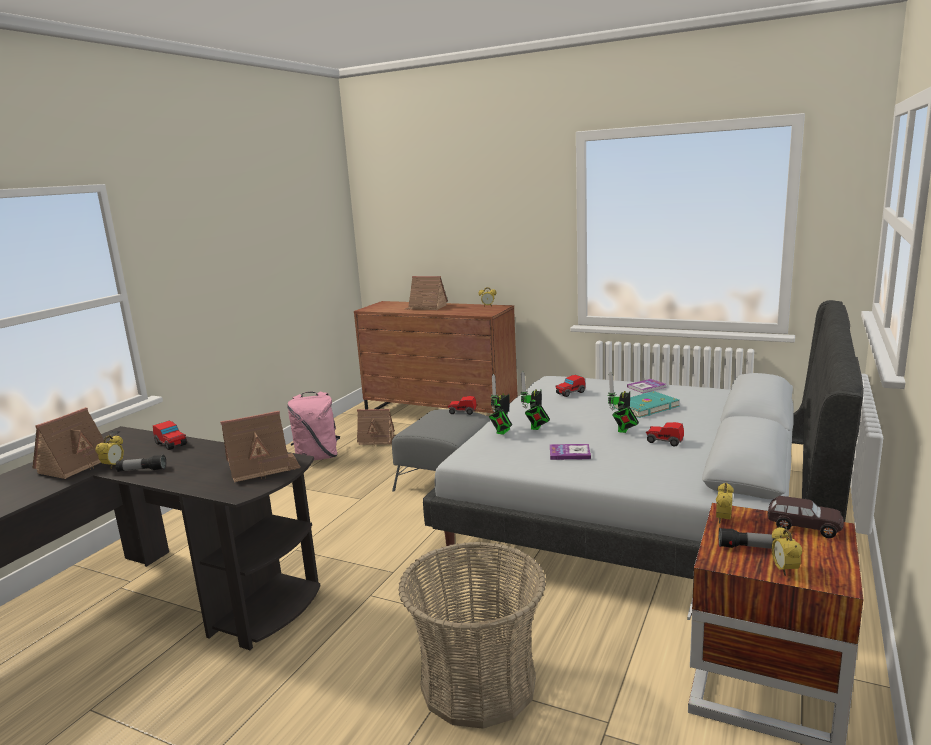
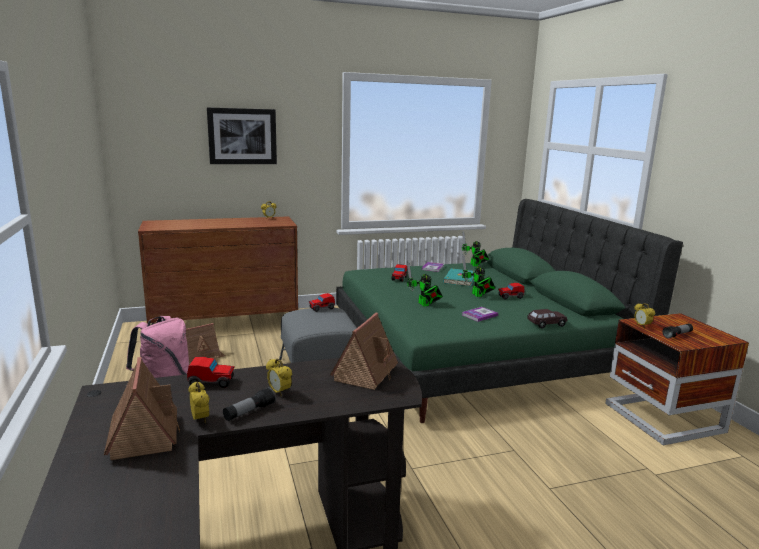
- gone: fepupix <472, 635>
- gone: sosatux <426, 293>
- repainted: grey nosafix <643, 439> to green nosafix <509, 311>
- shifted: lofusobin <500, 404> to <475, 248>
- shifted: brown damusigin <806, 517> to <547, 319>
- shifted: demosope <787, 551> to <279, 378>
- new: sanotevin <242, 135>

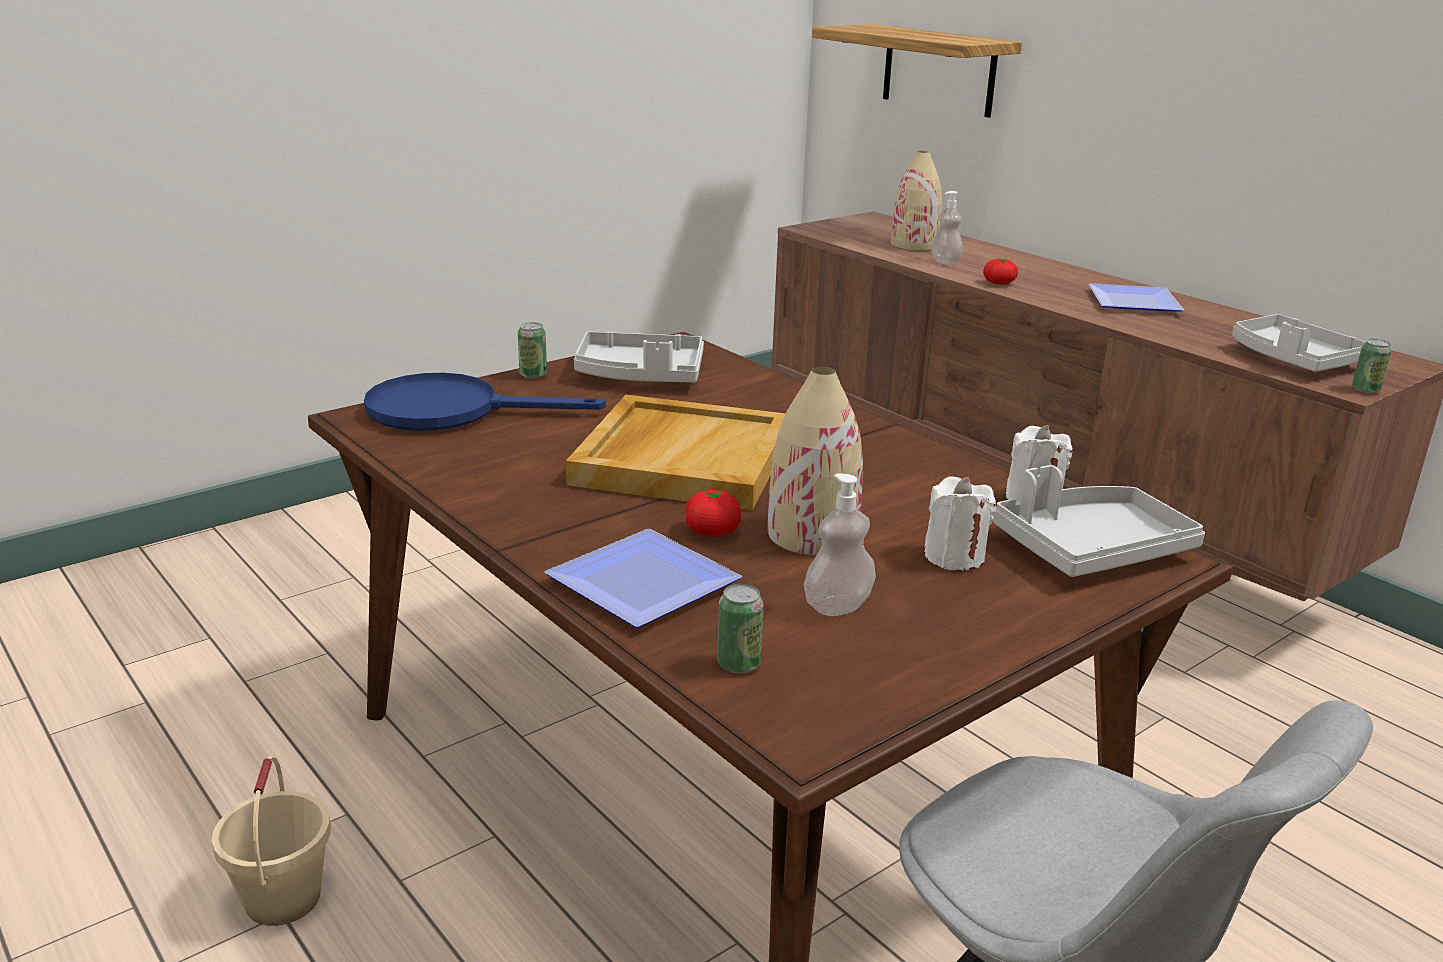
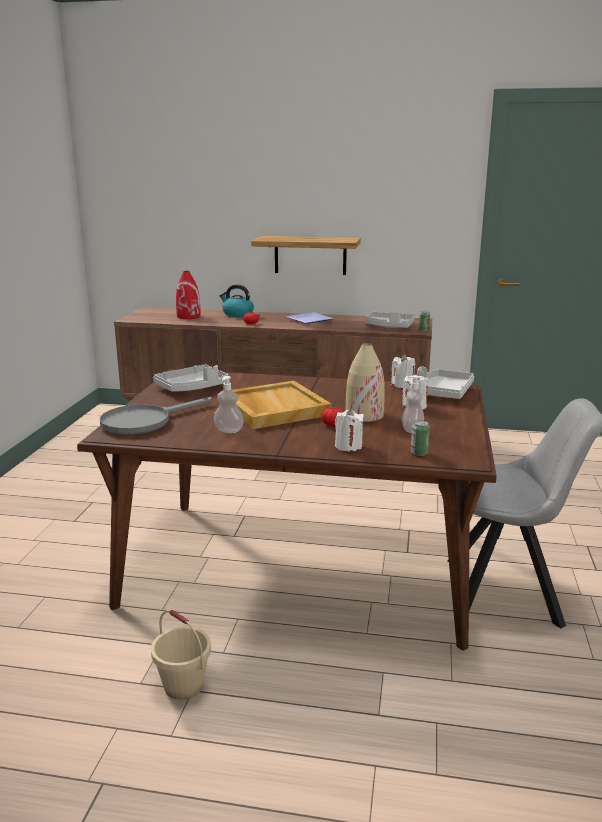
- repainted: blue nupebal <485, 402> to grey nupebal <156, 416>
- gone: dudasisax <532, 350>
- swapped: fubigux <643, 578> to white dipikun <349, 430>
- shifted: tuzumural <917, 71> to <306, 255>
- repainted: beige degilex <916, 201> to red degilex <188, 295>
- shifted: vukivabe <947, 228> to <229, 404>
- new: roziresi <237, 300>

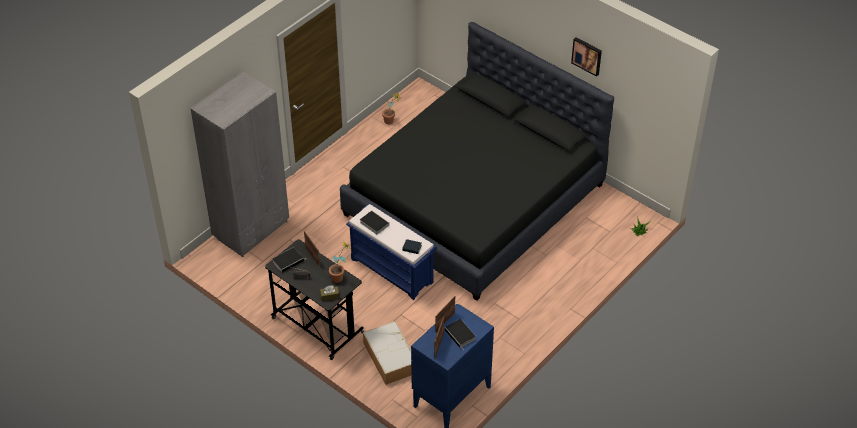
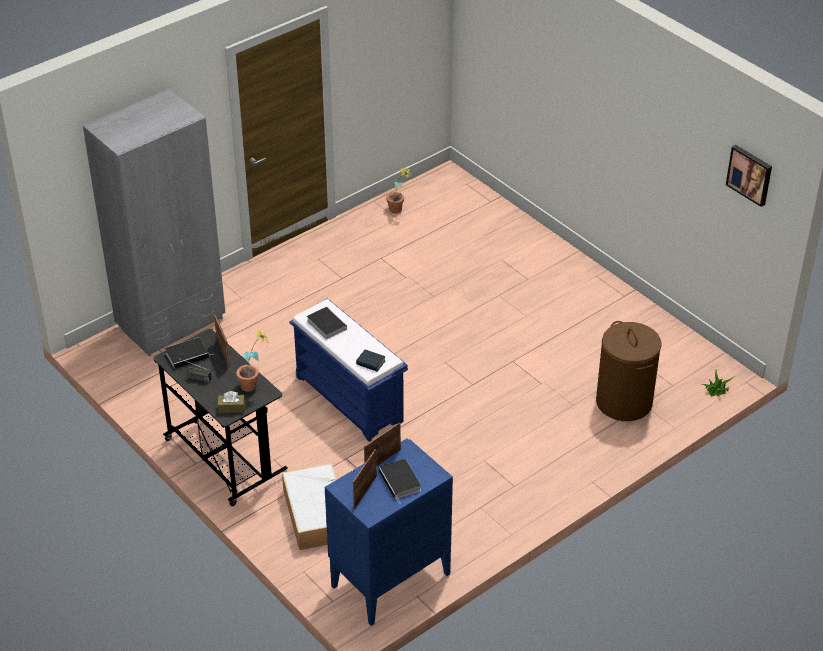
- gone: black nosafix <477, 161>
- shifted: sanotevin <586, 57> to <749, 176>
- new: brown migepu <629, 371>

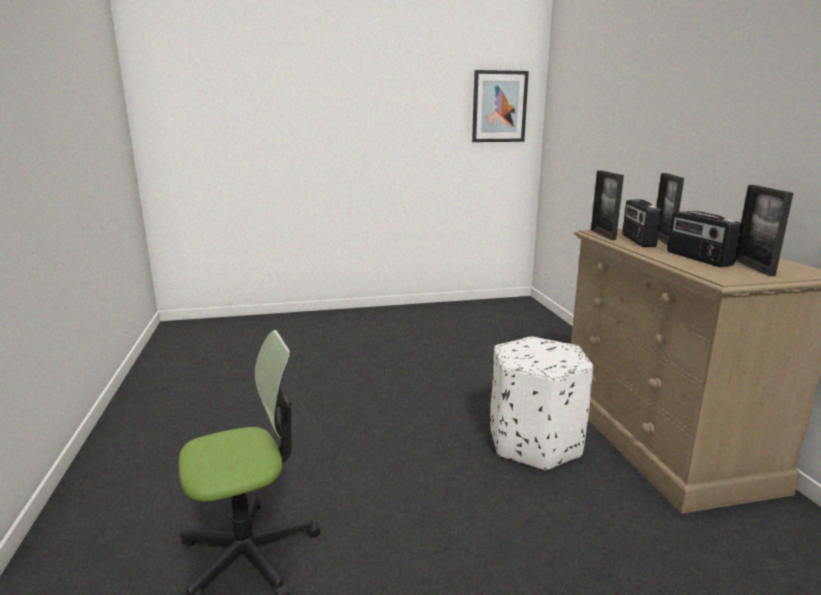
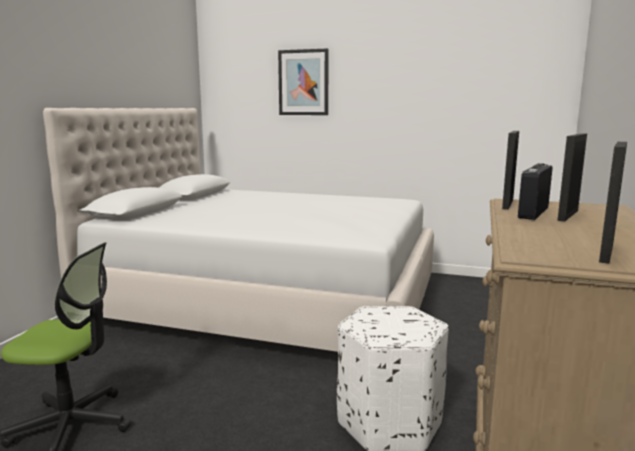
- shifted: sanotevin <500, 106> to <303, 81>
- gone: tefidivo <704, 239>
- new: white nosafix <238, 230>

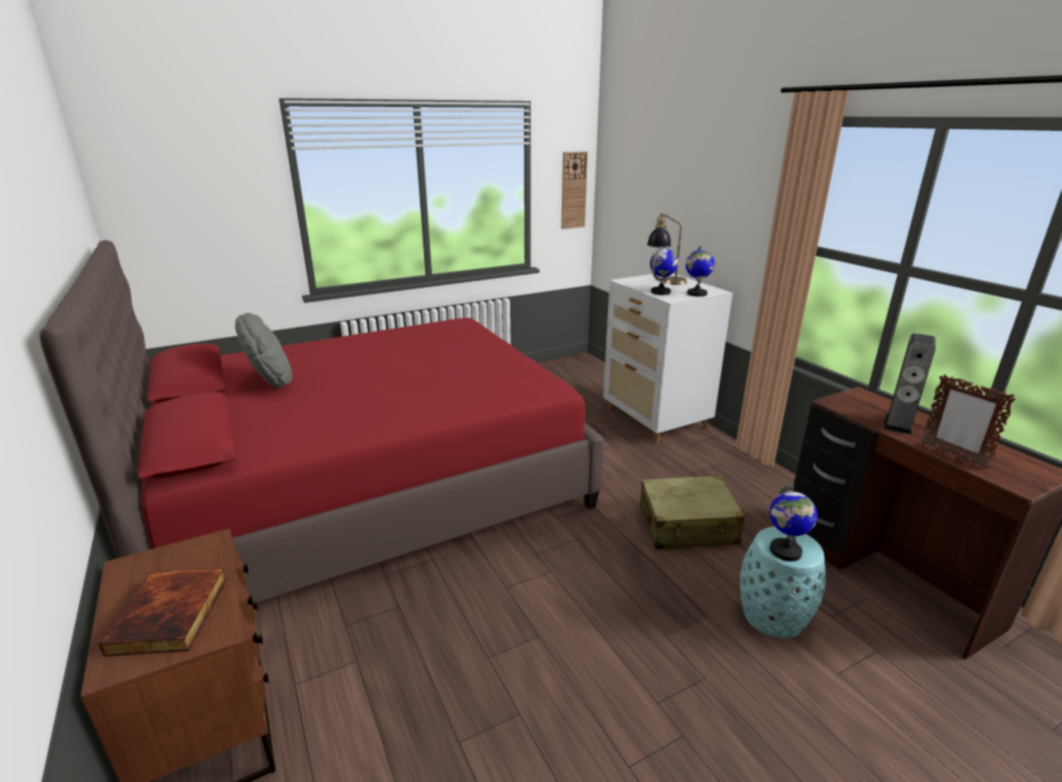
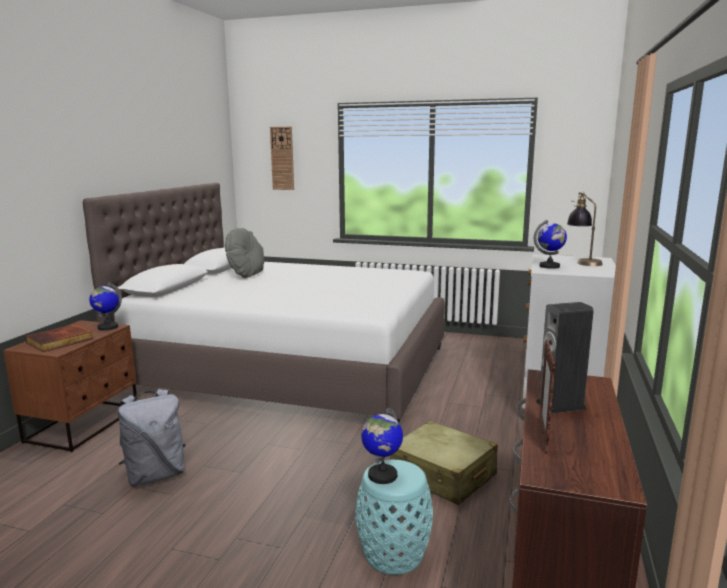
- repainted: red nosafix <321, 422> to white nosafix <264, 303>
- shifted: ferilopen <574, 190> to <282, 158>
- shifted: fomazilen <700, 271> to <105, 306>
- new: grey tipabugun <152, 437>

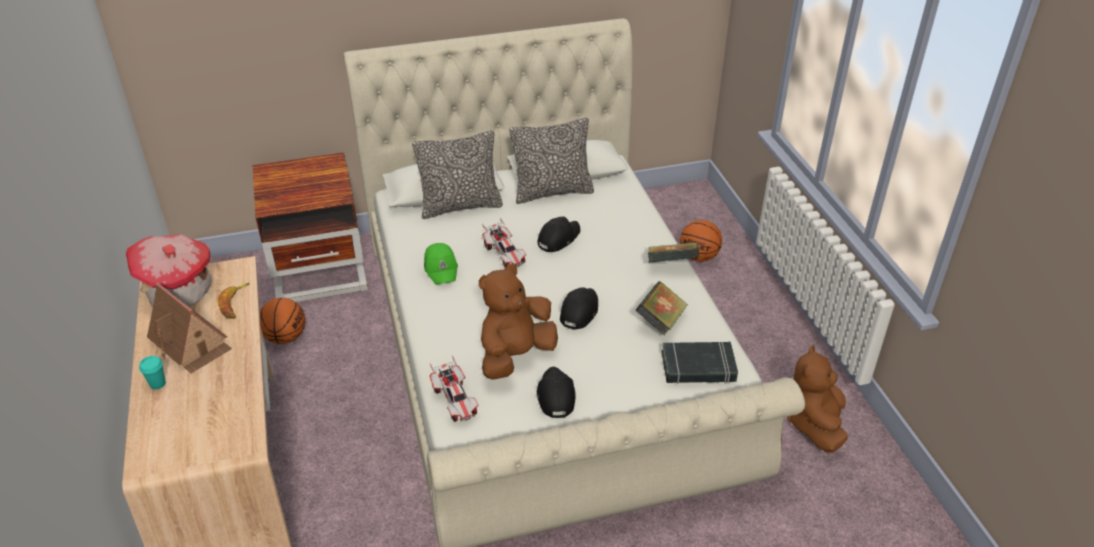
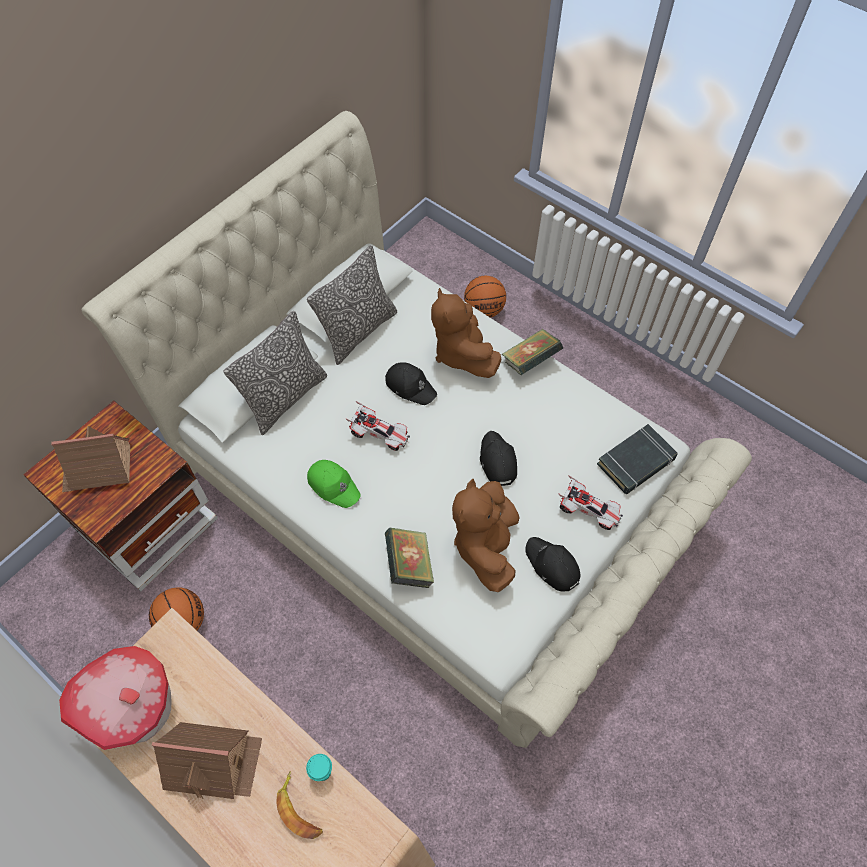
- shifted: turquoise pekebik <152, 372> to <319, 767>
- shifted: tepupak <233, 301> to <299, 805>
- shifted: damusigin <454, 389> to <590, 502>
- rotated: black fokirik <559, 234> = <411, 383> 120 degrees clockwise
- shifted: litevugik <662, 308> to <409, 558>
- shifted: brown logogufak <817, 398> to <466, 333>
- new: sosatux <90, 459>

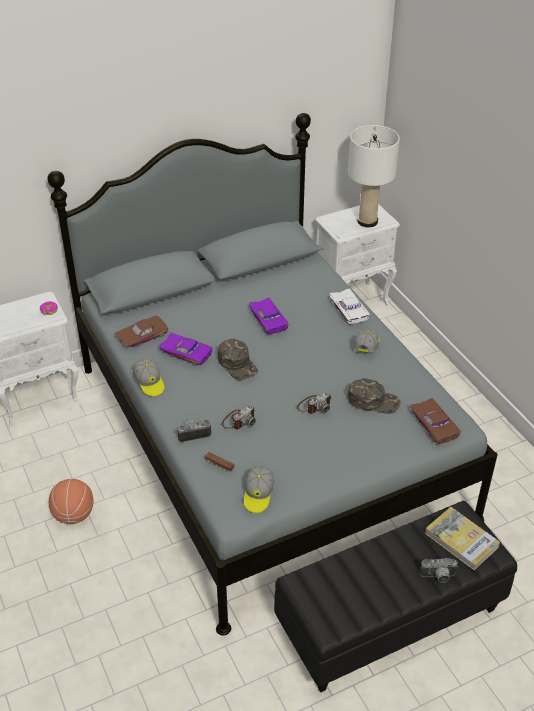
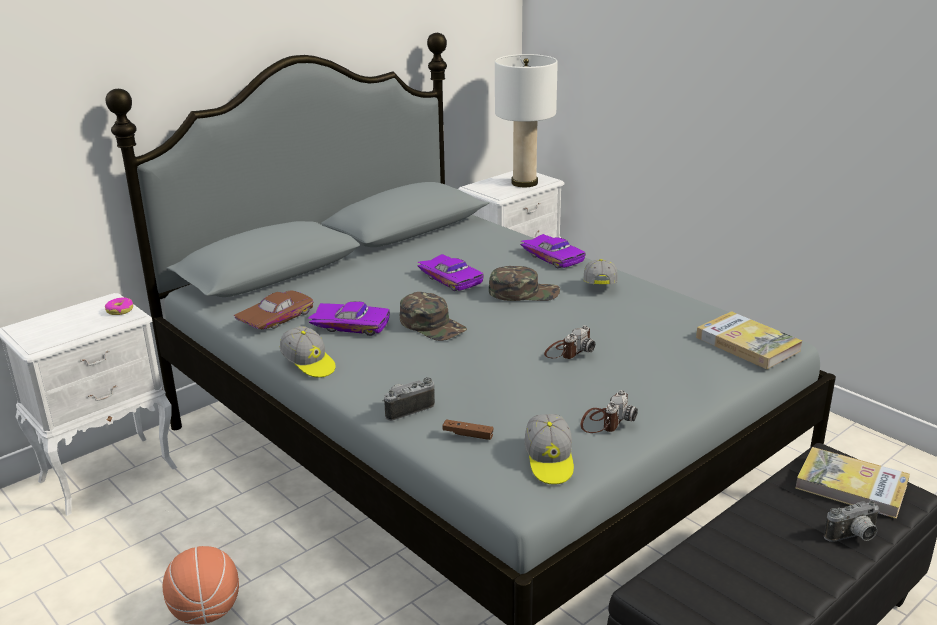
- shifted: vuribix <239, 417> to <609, 411>
- repainted: white damusigin <349, 306> to purple damusigin <553, 251>
- shifted: green fokirik <374, 396> to <524, 283>
- swapped: brown damusigin <435, 421> to litevugik <749, 340>

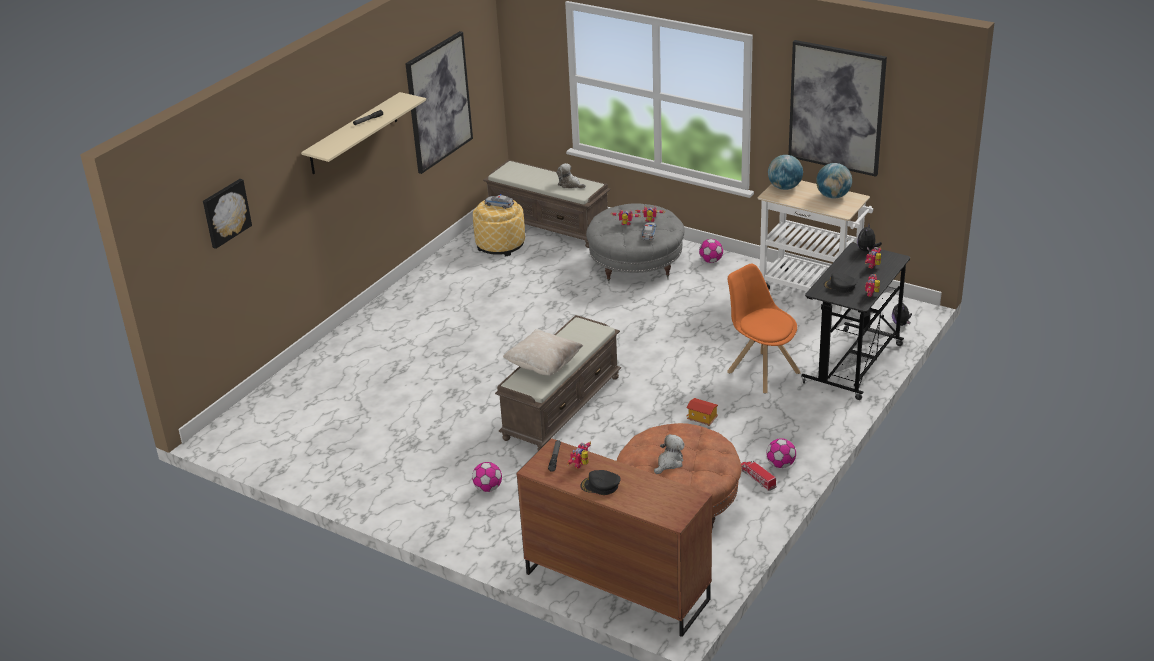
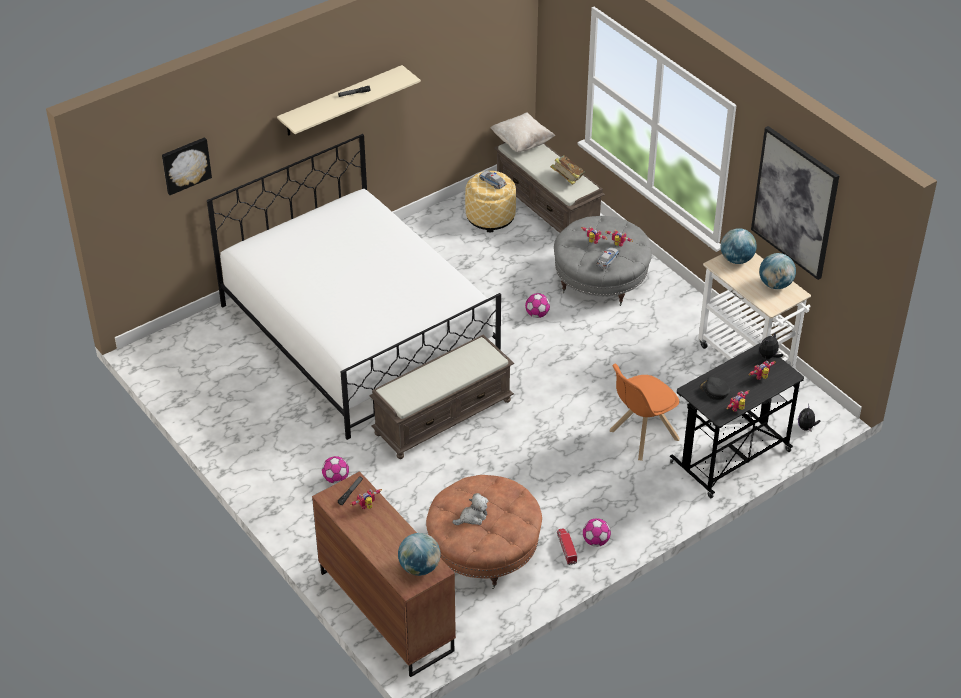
- gone: sanotevin <439, 102>
- shifted: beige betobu <543, 352> to <522, 132>
- swapped: logogufak <571, 175> to litevugik <567, 170>
- gone: black fokirik <600, 482>
- gone: sosatux <702, 412>
- shifted: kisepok <711, 251> to <537, 305>
- rotated: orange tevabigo <764, 328> = <644, 412> 105 degrees counterclockwise
- new: white nosafix <354, 287>
- new: fomazilen <419, 554>

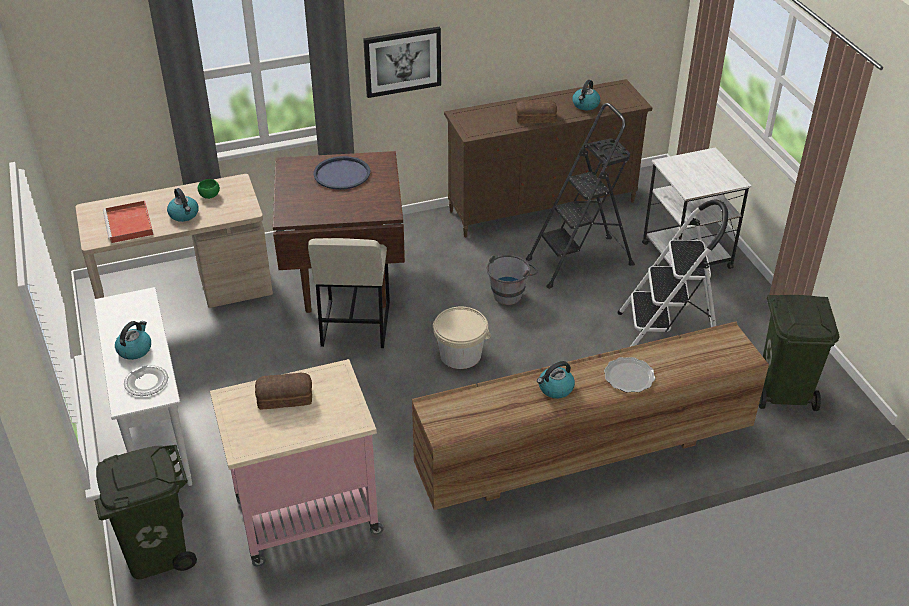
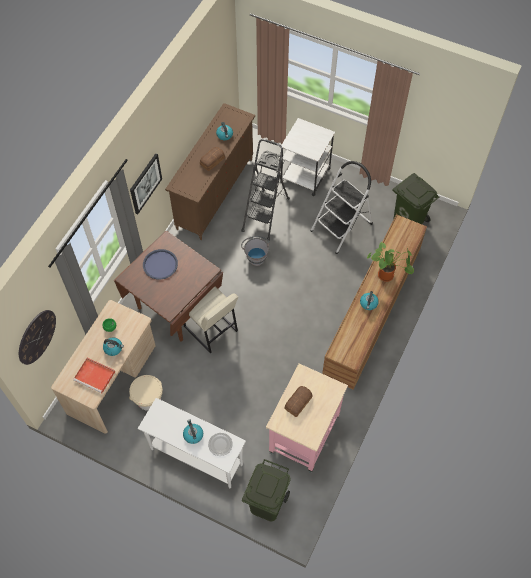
- shifted: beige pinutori <462, 338> to <146, 393>
- swapped: fubigux <629, 374> to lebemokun <390, 262>
- new: ferilopen <37, 337>

